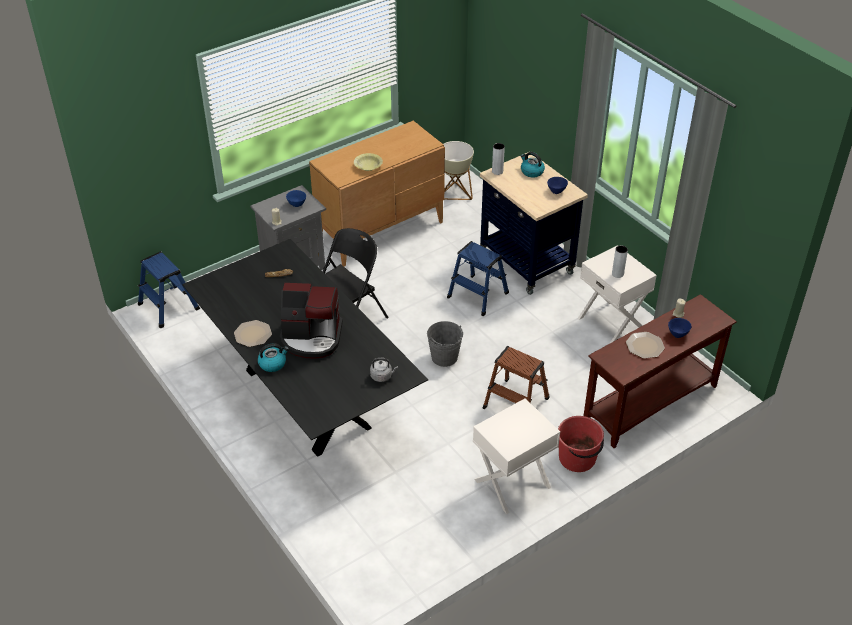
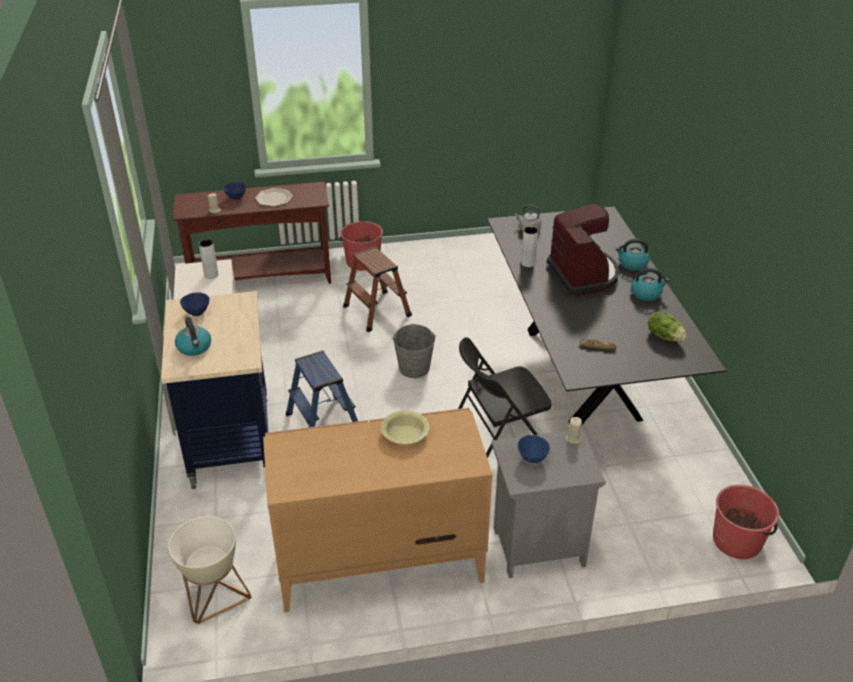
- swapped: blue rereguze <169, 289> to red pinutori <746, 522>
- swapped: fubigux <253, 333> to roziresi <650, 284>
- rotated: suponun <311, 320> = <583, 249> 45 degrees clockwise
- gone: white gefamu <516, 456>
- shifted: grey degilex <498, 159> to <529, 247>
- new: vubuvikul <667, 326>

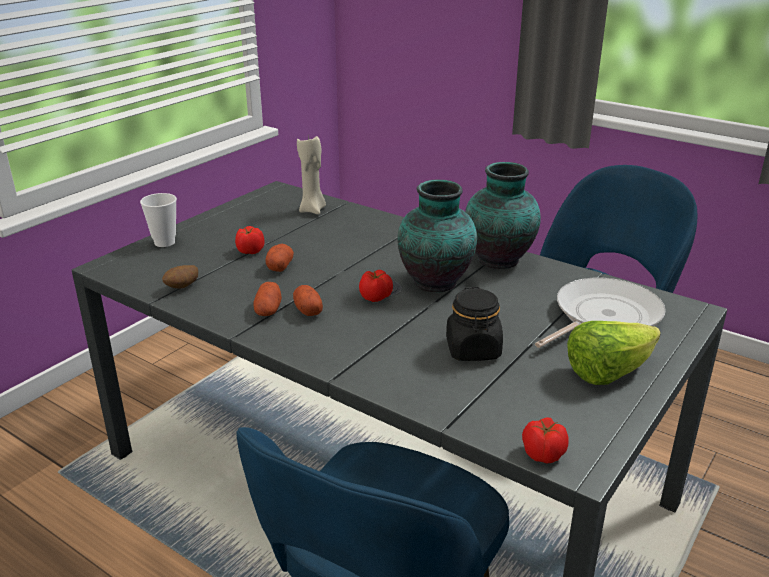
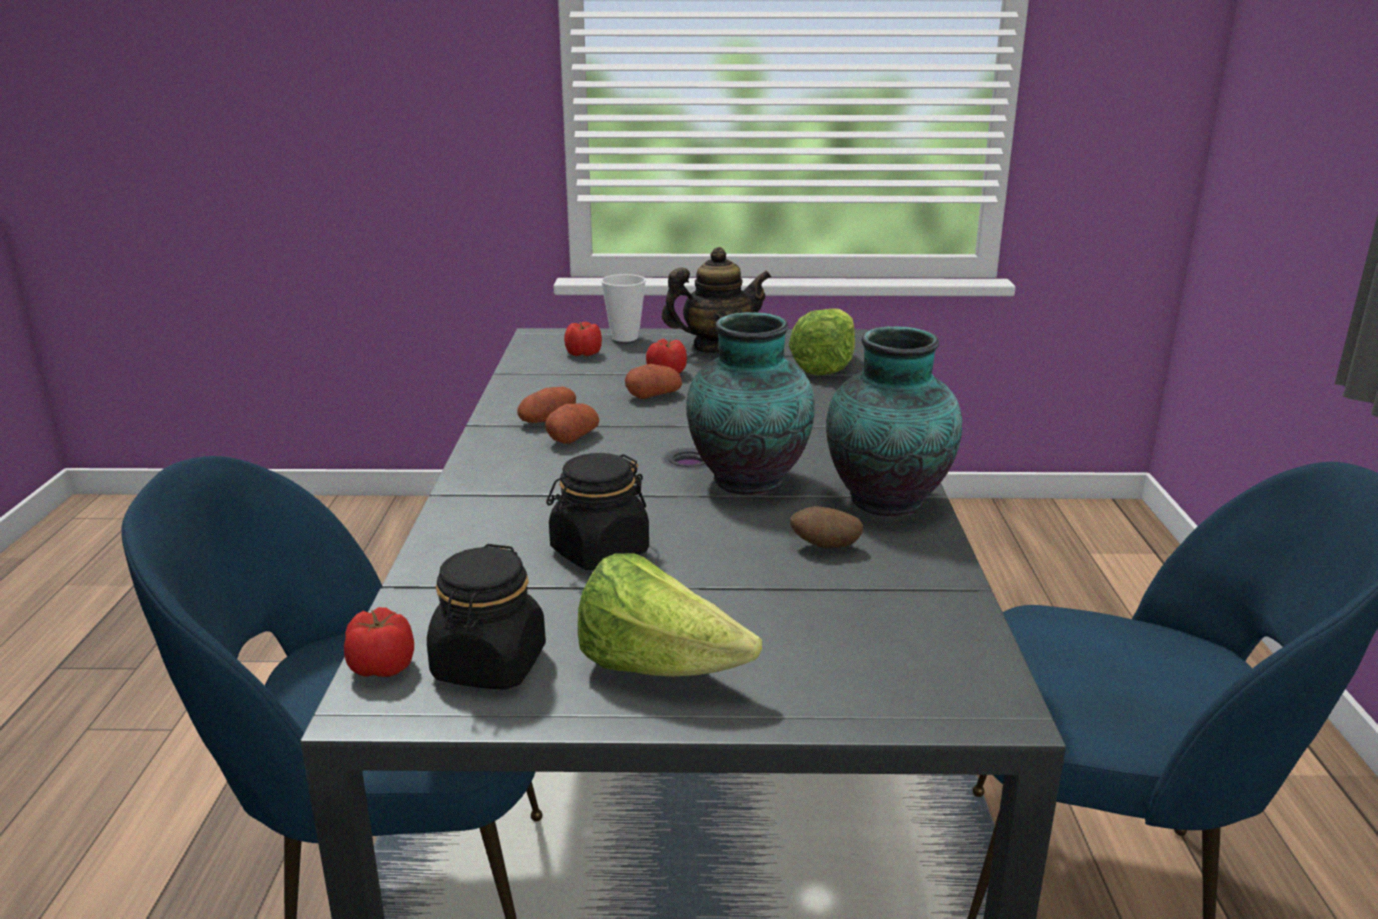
- shifted: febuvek <180, 277> to <826, 527>
- swapped: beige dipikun <311, 174> to vubuvikul <822, 341>
- shifted: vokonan <376, 286> to <583, 339>
- gone: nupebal <600, 313>
- new: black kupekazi <486, 616>
- new: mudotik <716, 300>

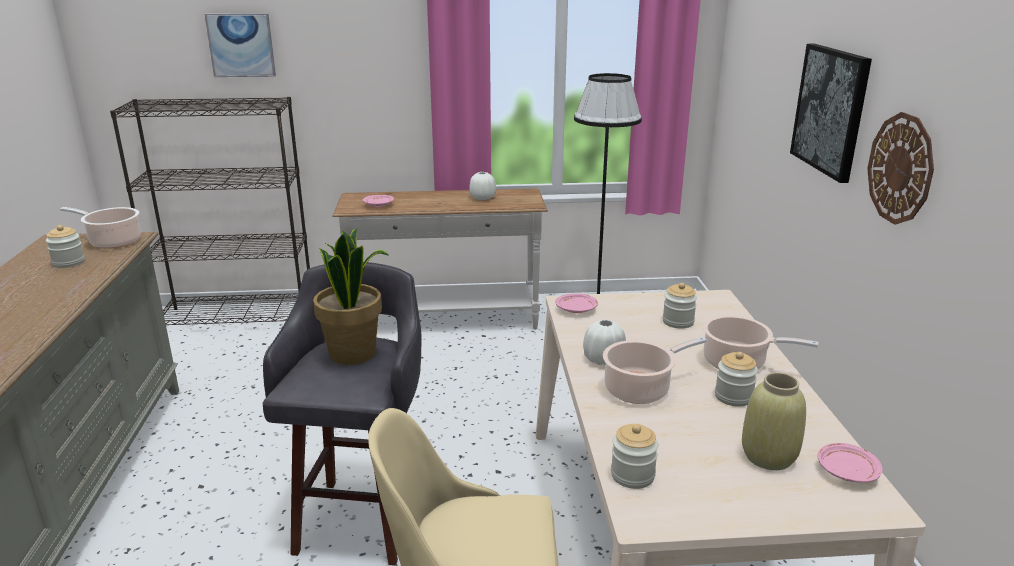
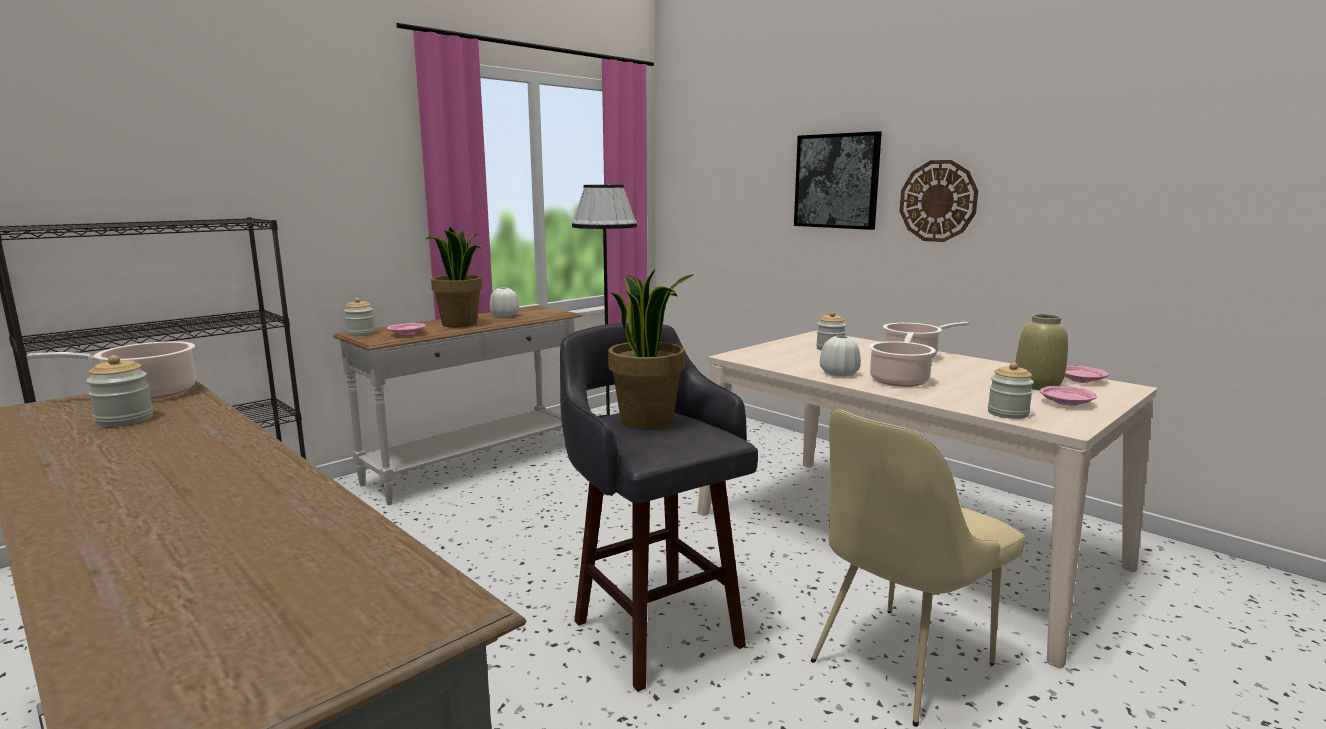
- gone: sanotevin <240, 45>
- shifted: pink fubigux <576, 303> to <1068, 396>
- shifted: kupekazi <736, 379> to <359, 317>
- new: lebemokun <454, 277>

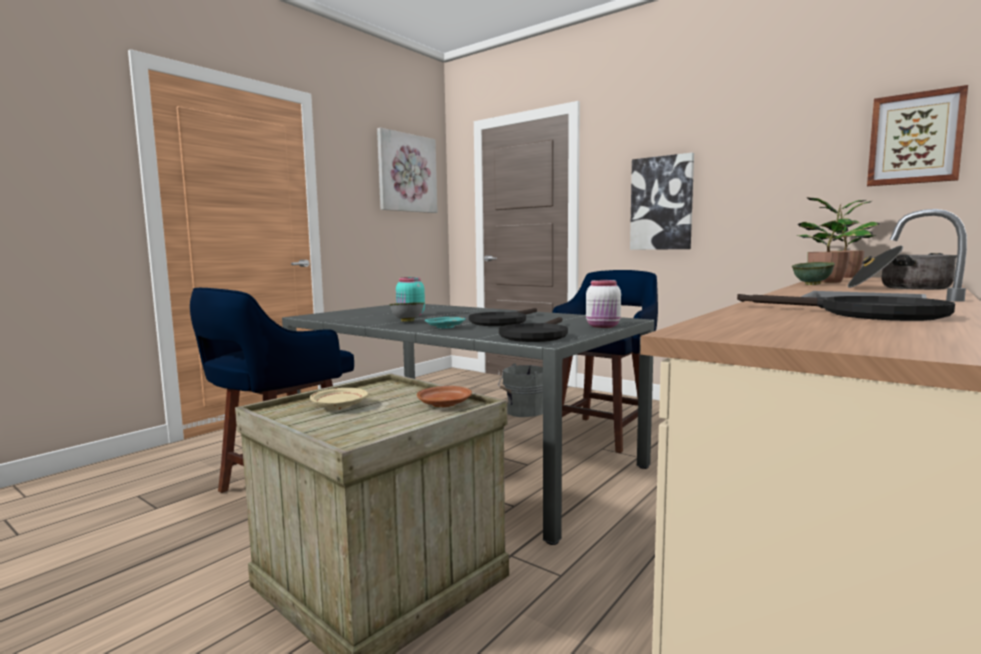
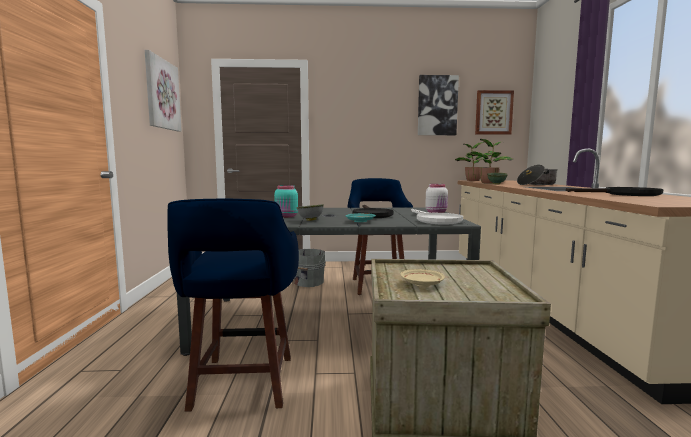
- gone: brown fubigux <444, 396>
- repainted: black nupebal <533, 329> to white nupebal <437, 217>
- shifted: sanotevin <662, 201> to <438, 105>

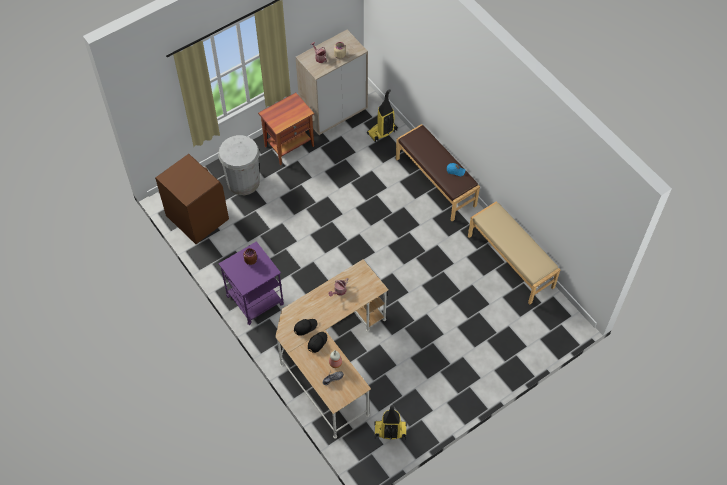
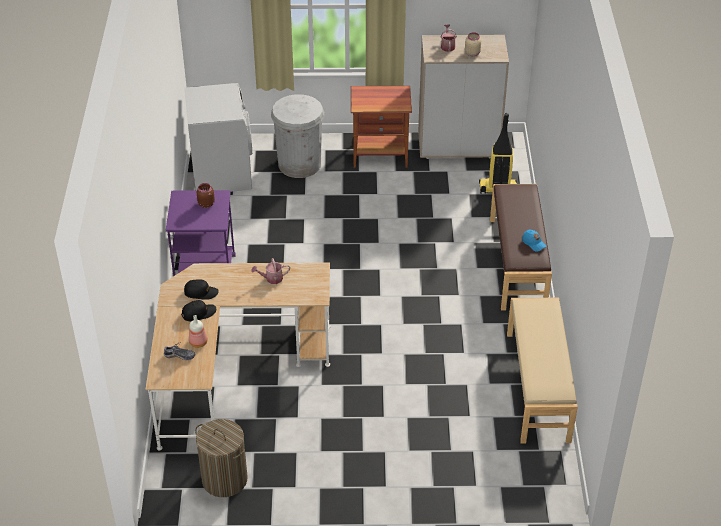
- repainted: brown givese <192, 199> to white givese <218, 137>
- swapped: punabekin <390, 422> to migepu <221, 458>

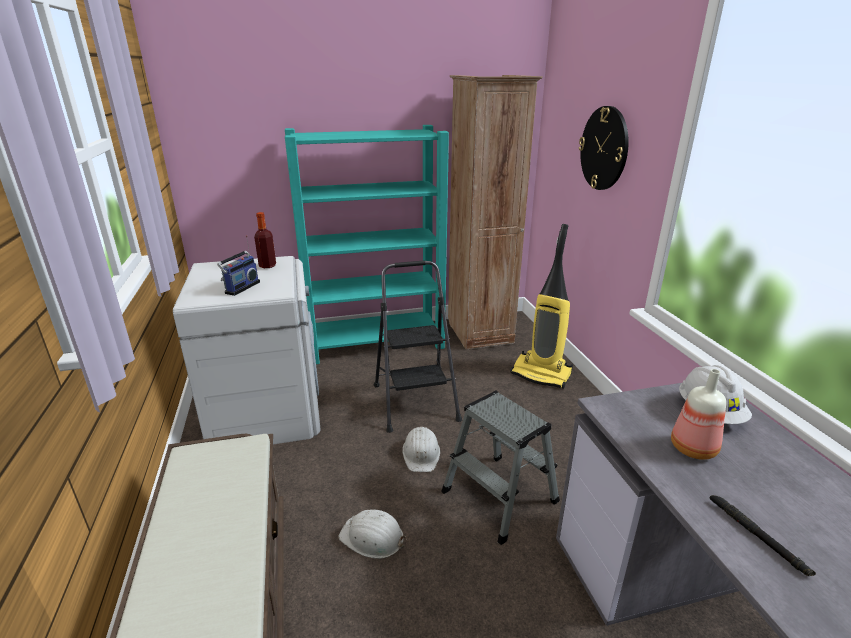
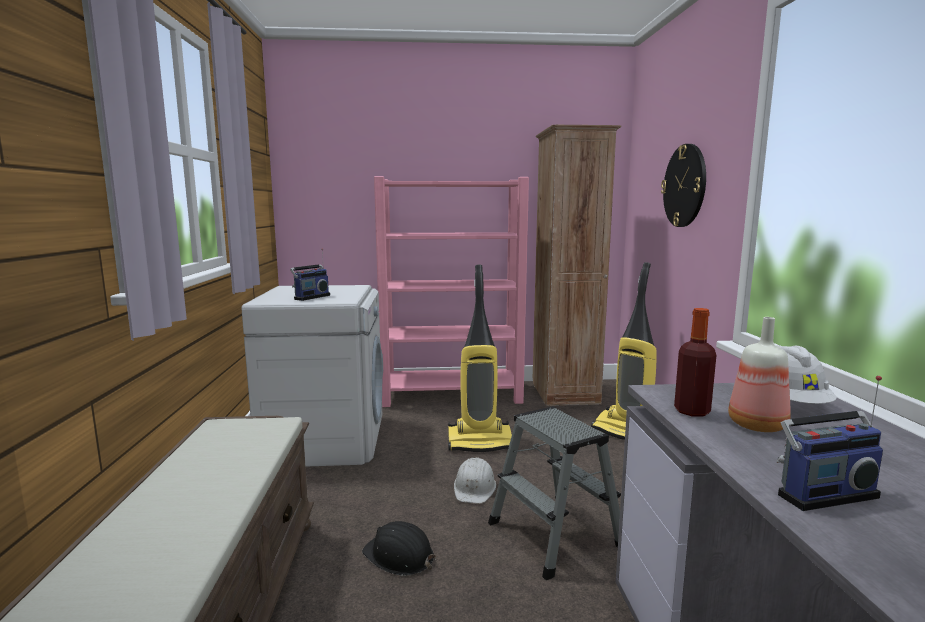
- shifted: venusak <265, 240> to <695, 362>
- repainted: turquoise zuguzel <367, 244> to pink zuguzel <451, 291>
- repainted: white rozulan <373, 534> to black rozulan <399, 548>
- swapped: black rereguze <418, 346> to punabekin <480, 358>
- swapped: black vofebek <762, 535> to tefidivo <829, 443>

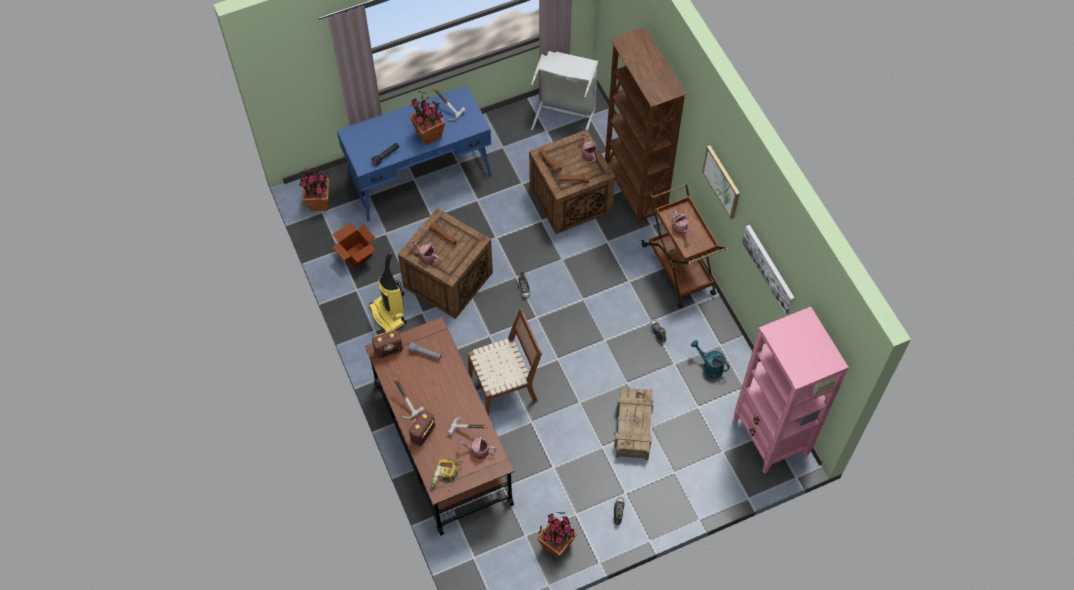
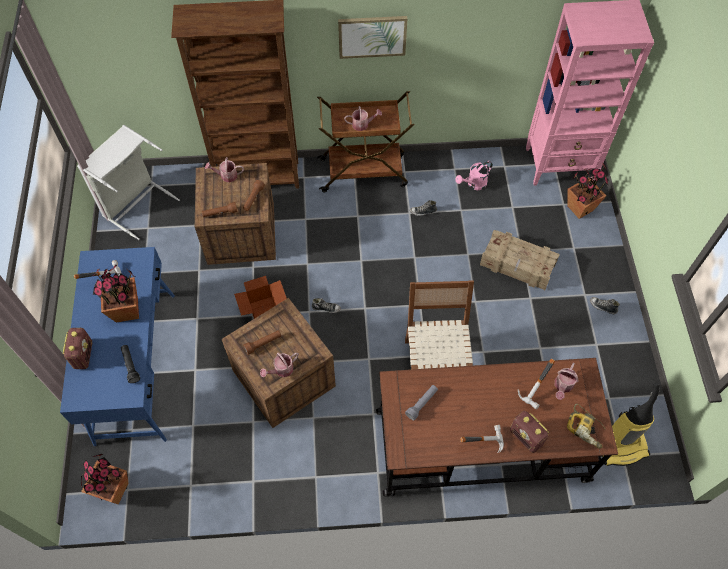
- shifted: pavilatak <353, 245> to <260, 297>
- shifted: punabekin <388, 291> to <631, 424>
- shifted: tefidivo <387, 344> to <77, 348>
- shifted: lebemokun <557, 535> to <588, 191>
- repainted: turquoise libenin <710, 359> to pink libenin <474, 175>
- gone: sanotevin <768, 269>

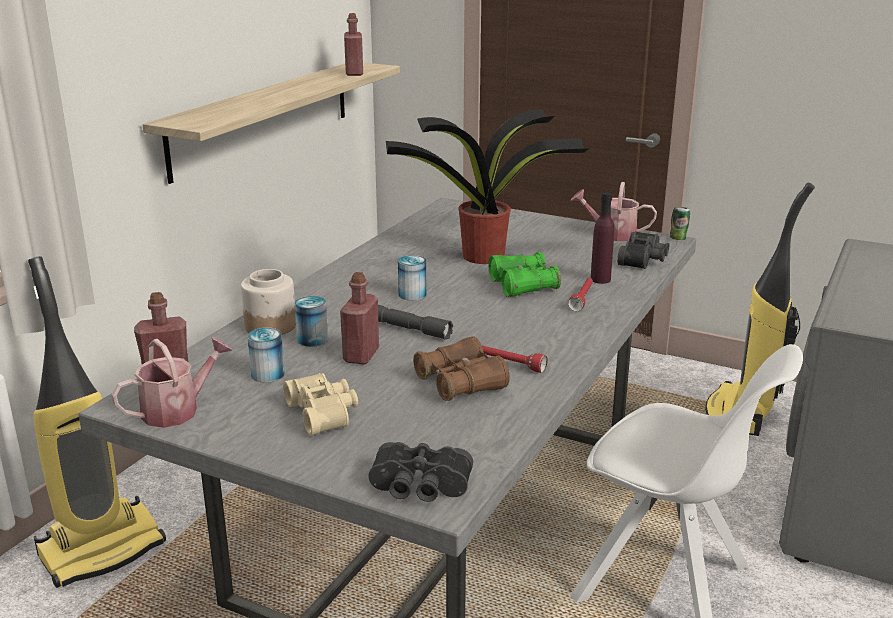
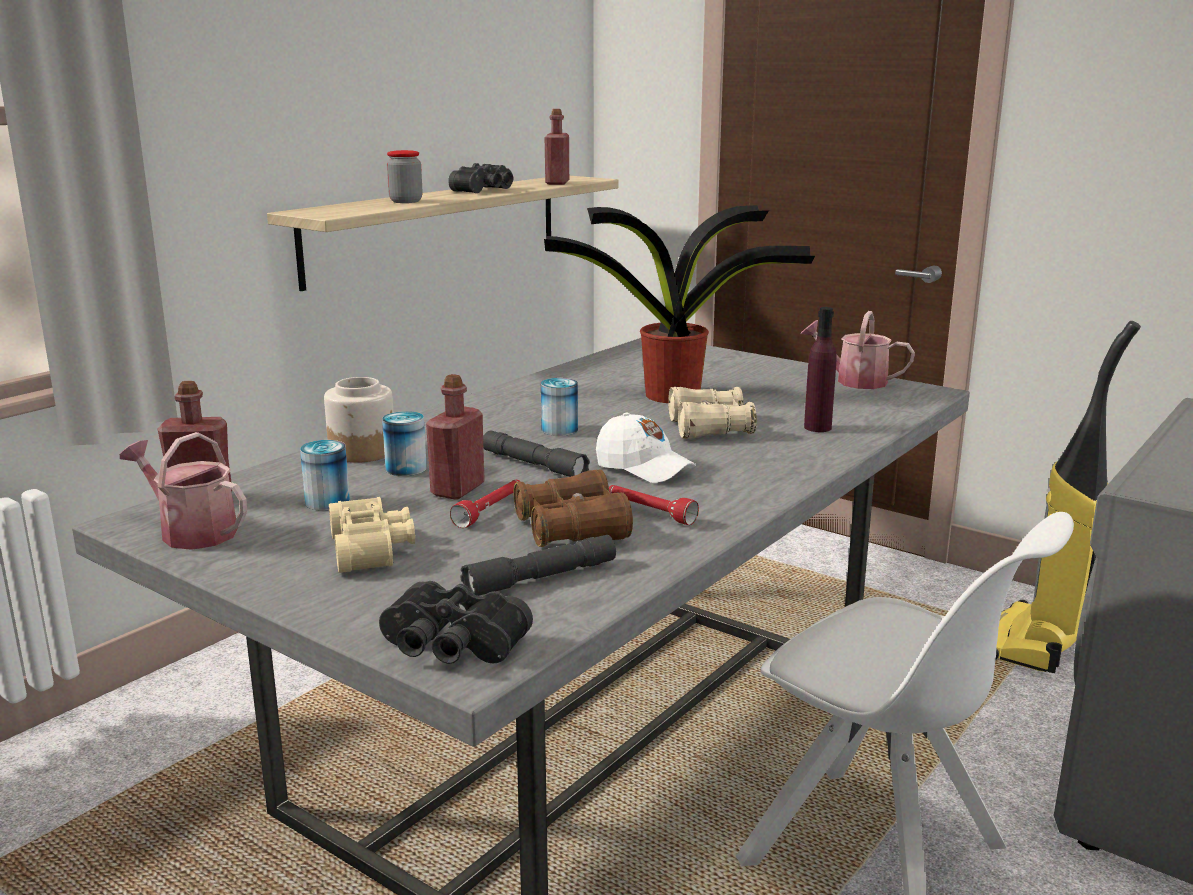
- gone: punabekin <97, 422>
- rotated: libenin <172, 382> = <183, 491> 120 degrees counterclockwise
- repainted: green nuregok <524, 274> to beige nuregok <712, 413>
- shifted: red vofebek <580, 294> to <484, 504>
- shifted: black nuregok <643, 250> to <480, 178>
- gone: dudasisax <680, 223>
- new: kupekazi <405, 176>
- new: grey vofebek <538, 565>
- new: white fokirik <646, 448>

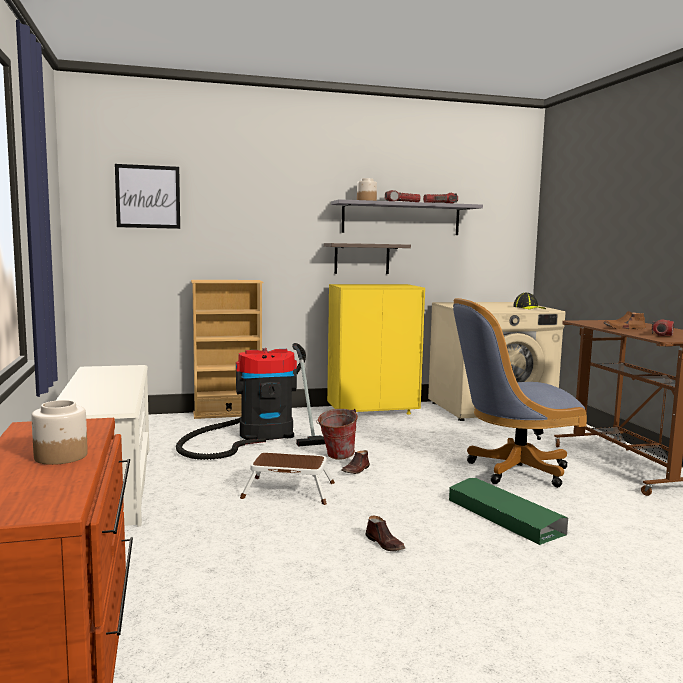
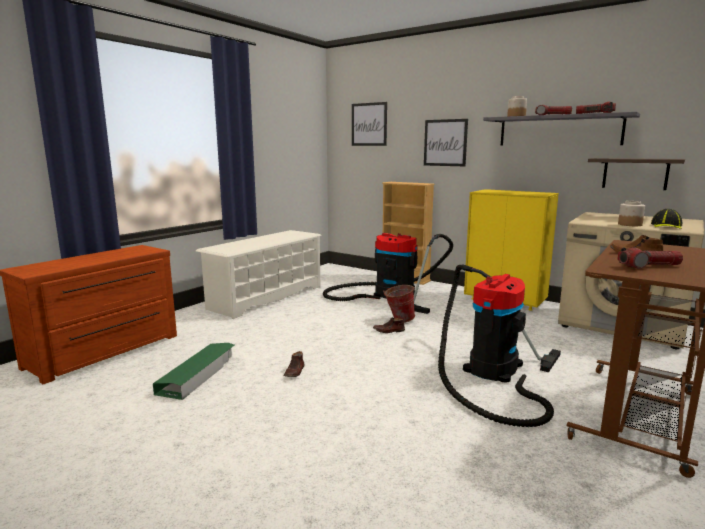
- shifted: kupekazi <59, 432> to <631, 213>
- gone: brown rereguze <287, 478>
- shifted: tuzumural <367, 258> to <636, 174>
- shifted: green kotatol <508, 511> to <193, 371>
- swapped: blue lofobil <520, 393> to punabekin <499, 346>
- new: sanotevin <446, 142>

